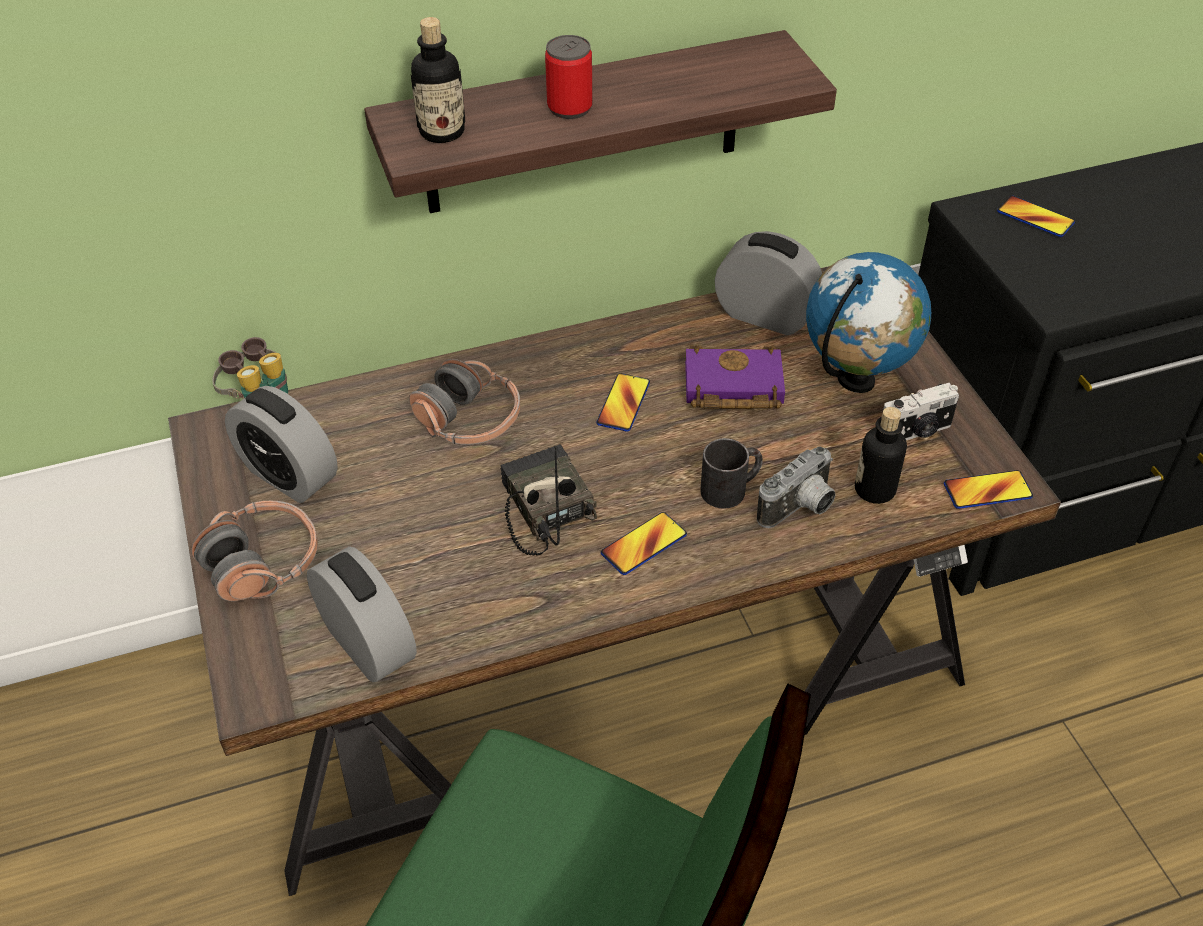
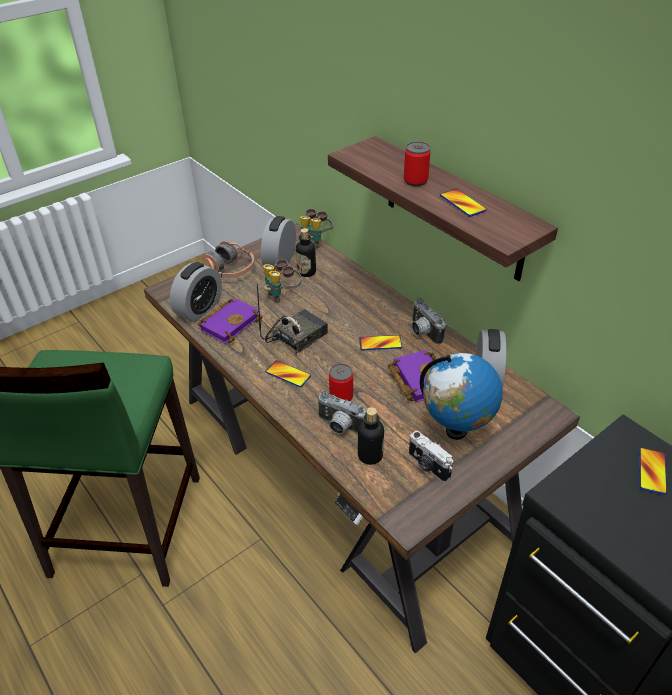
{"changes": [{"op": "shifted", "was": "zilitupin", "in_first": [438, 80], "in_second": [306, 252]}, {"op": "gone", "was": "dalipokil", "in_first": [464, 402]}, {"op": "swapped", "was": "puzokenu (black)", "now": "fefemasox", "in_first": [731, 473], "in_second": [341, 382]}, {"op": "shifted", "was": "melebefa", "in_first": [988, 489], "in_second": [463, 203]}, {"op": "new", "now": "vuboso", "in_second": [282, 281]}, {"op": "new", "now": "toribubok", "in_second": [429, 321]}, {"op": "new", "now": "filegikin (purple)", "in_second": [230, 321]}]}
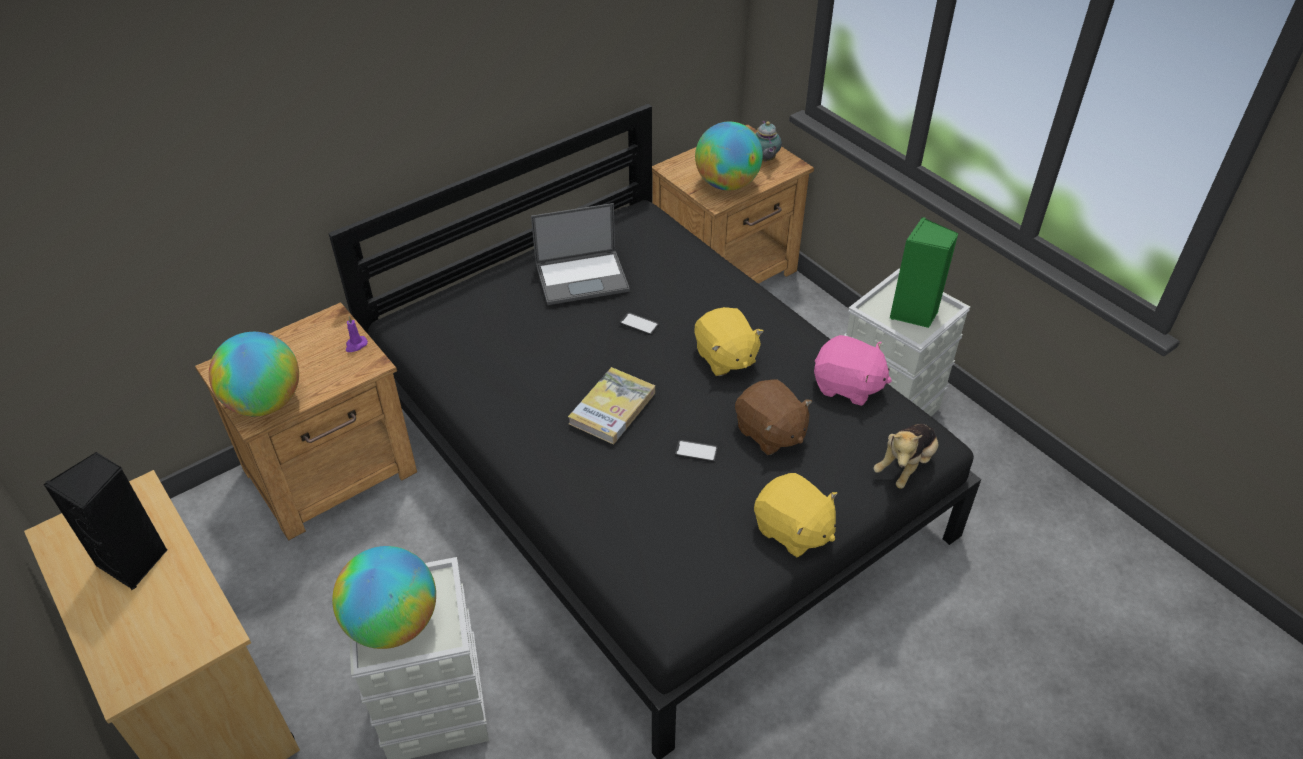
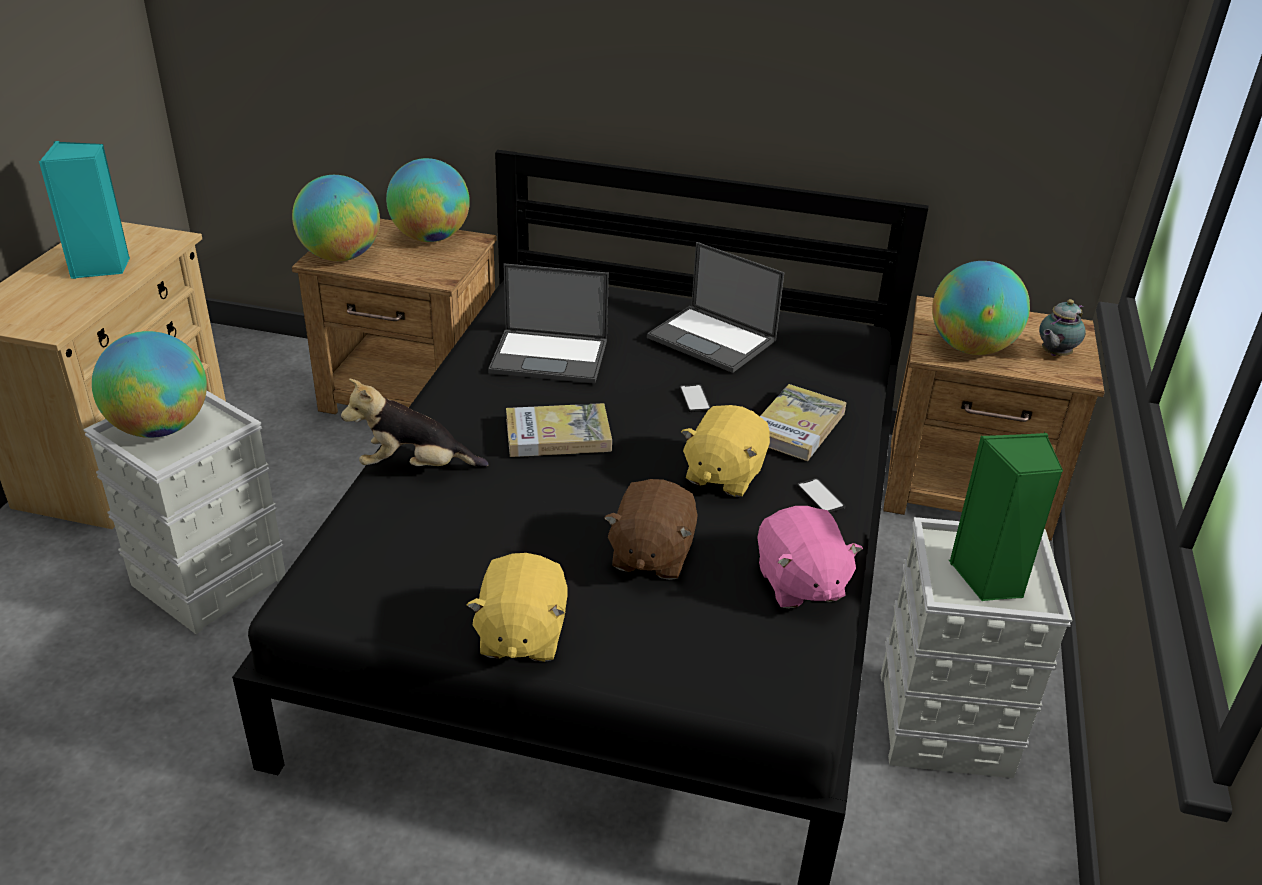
{"changes": [{"op": "gone", "was": "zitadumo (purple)", "in_first": [357, 334]}, {"op": "shifted", "was": "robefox", "in_first": [905, 456], "in_second": [415, 423]}, {"op": "shifted", "was": "melebefa", "in_first": [696, 451], "in_second": [821, 495]}, {"op": "repainted", "was": "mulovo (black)", "now": "mulovo (turquoise)", "in_first": [105, 521], "in_second": [84, 210]}, {"op": "new", "now": "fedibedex", "in_second": [428, 200]}, {"op": "new", "now": "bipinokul", "in_second": [548, 323]}, {"op": "new", "now": "filegikin", "in_second": [803, 422]}]}
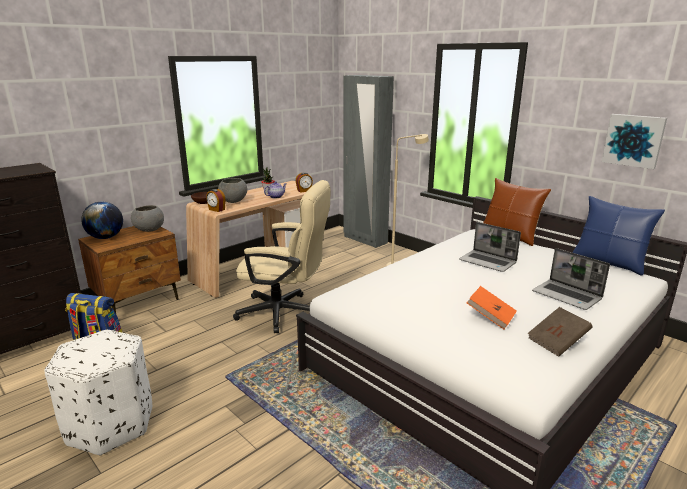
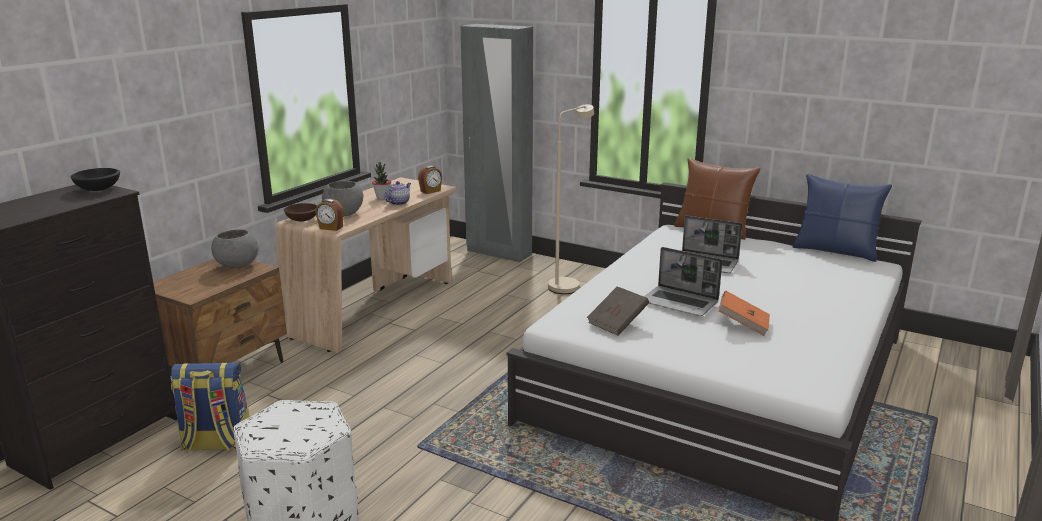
{"changes": [{"op": "gone", "was": "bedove", "in_first": [634, 141]}, {"op": "gone", "was": "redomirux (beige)", "in_first": [281, 256]}, {"op": "gone", "was": "fedibedex", "in_first": [102, 220]}, {"op": "shifted", "was": "bipinokul", "in_first": [571, 279], "in_second": [683, 281]}, {"op": "shifted", "was": "filegikin (brown)", "in_first": [560, 332], "in_second": [618, 311]}, {"op": "new", "now": "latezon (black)", "in_second": [95, 179]}]}
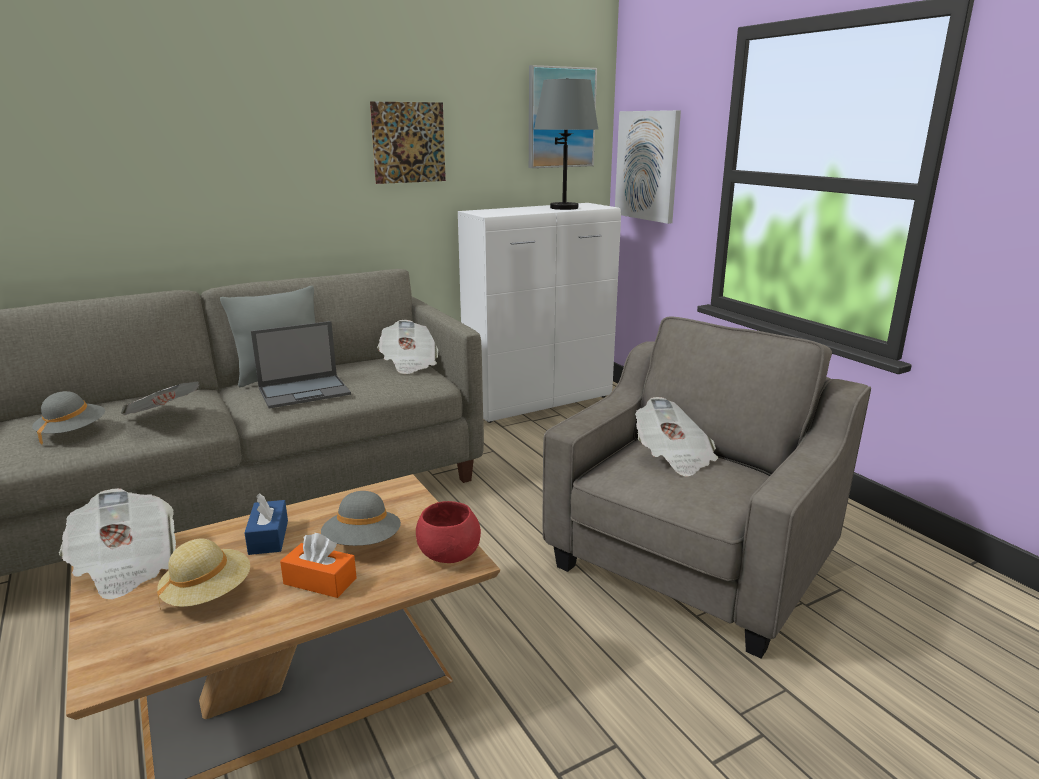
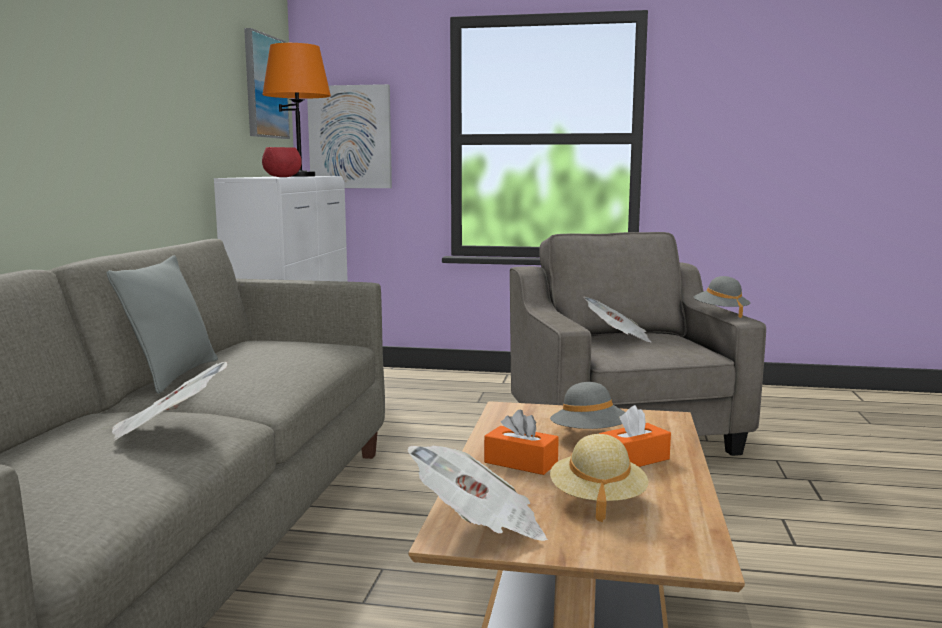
{"changes": [{"op": "repainted", "was": "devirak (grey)", "now": "devirak (orange)", "in_first": [566, 144], "in_second": [296, 110]}, {"op": "gone", "was": "bedove", "in_first": [408, 143]}, {"op": "gone", "was": "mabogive", "in_first": [408, 347]}, {"op": "gone", "was": "bipinokul", "in_first": [301, 364]}, {"op": "shifted", "was": "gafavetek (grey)", "in_first": [68, 418], "in_second": [722, 297]}, {"op": "repainted", "was": "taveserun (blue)", "now": "taveserun (orange)", "in_first": [266, 524], "in_second": [521, 442]}, {"op": "shifted", "was": "latezon (red)", "in_first": [448, 532], "in_second": [282, 162]}]}
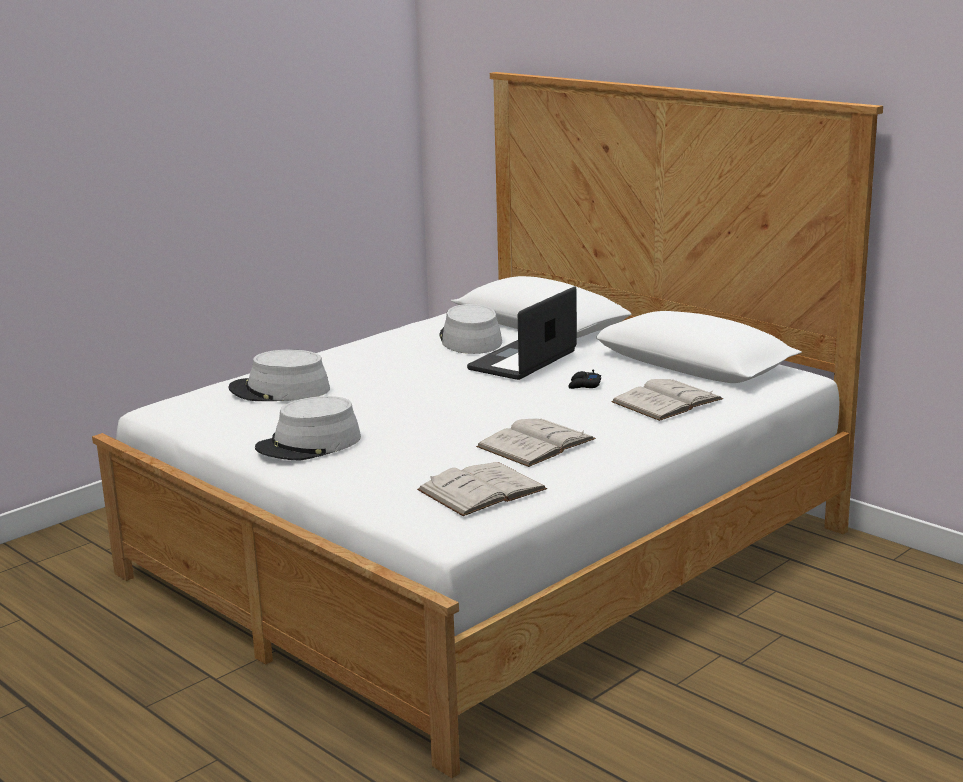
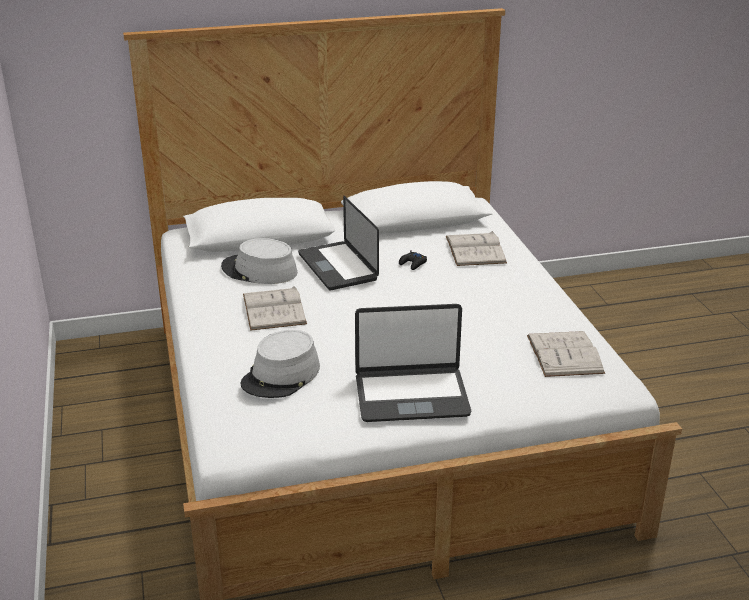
{"changes": [{"op": "swapped", "was": "gafavetek (grey)", "now": "bipinokul", "in_first": [308, 428], "in_second": [413, 363]}, {"op": "shifted", "was": "filegikin (white)", "in_first": [536, 443], "in_second": [275, 308]}]}
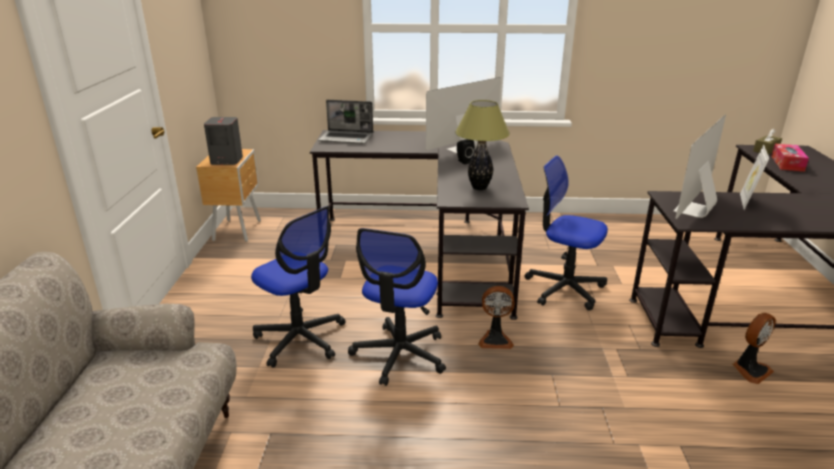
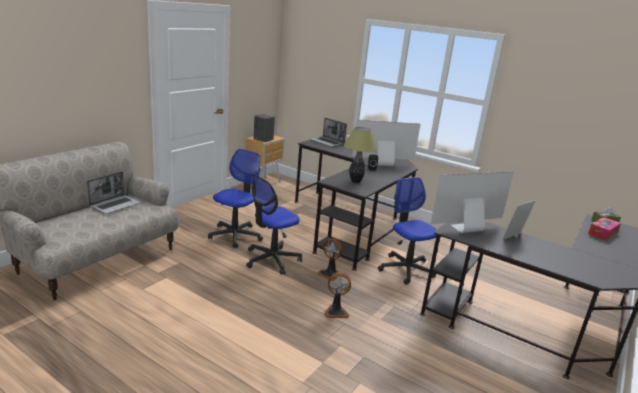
{"changes": [{"op": "rotated", "was": "redomirux", "in_first": [298, 287], "in_second": [235, 198], "clockwise": -135}, {"op": "shifted", "was": "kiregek", "in_first": [754, 348], "in_second": [337, 295]}, {"op": "new", "now": "bipinokul", "in_second": [114, 192]}]}
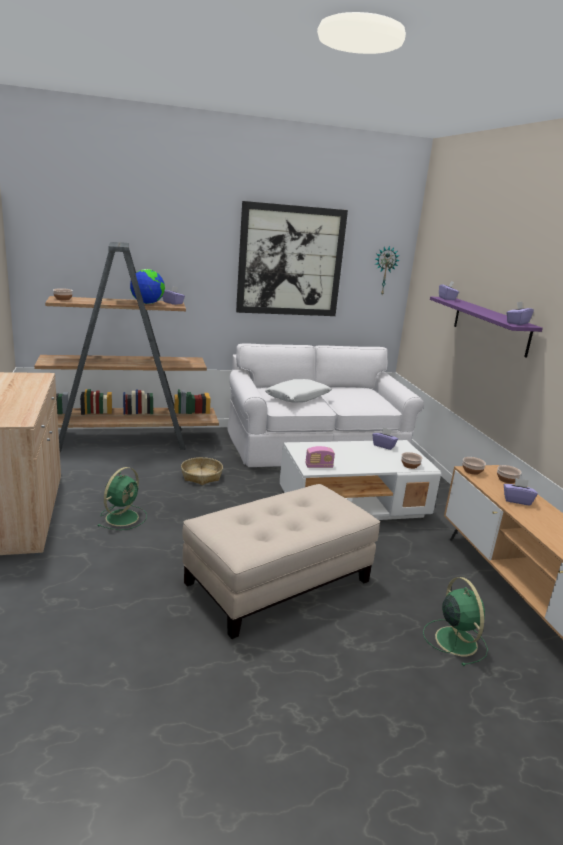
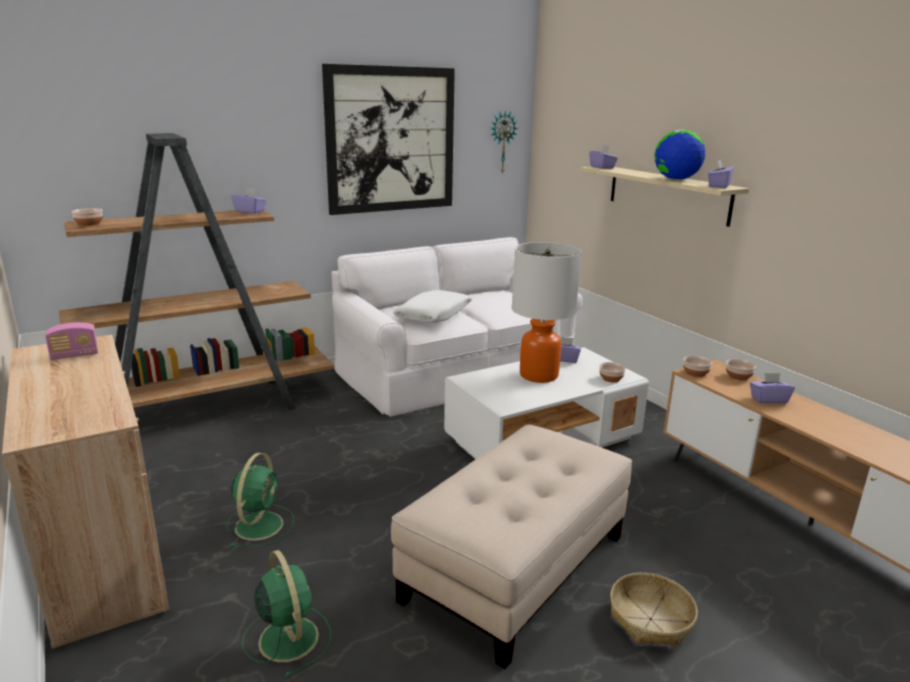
{"changes": [{"op": "shifted", "was": "fedibedex", "in_first": [147, 286], "in_second": [679, 154]}, {"op": "repainted", "was": "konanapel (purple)", "now": "konanapel (beige)", "in_first": [486, 327], "in_second": [664, 196]}, {"op": "shifted", "was": "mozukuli", "in_first": [320, 457], "in_second": [71, 341]}, {"op": "shifted", "was": "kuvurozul", "in_first": [202, 471], "in_second": [654, 610]}, {"op": "shifted", "was": "kiregek (green)", "in_first": [455, 621], "in_second": [286, 613]}, {"op": "new", "now": "devirak", "in_second": [546, 312]}]}
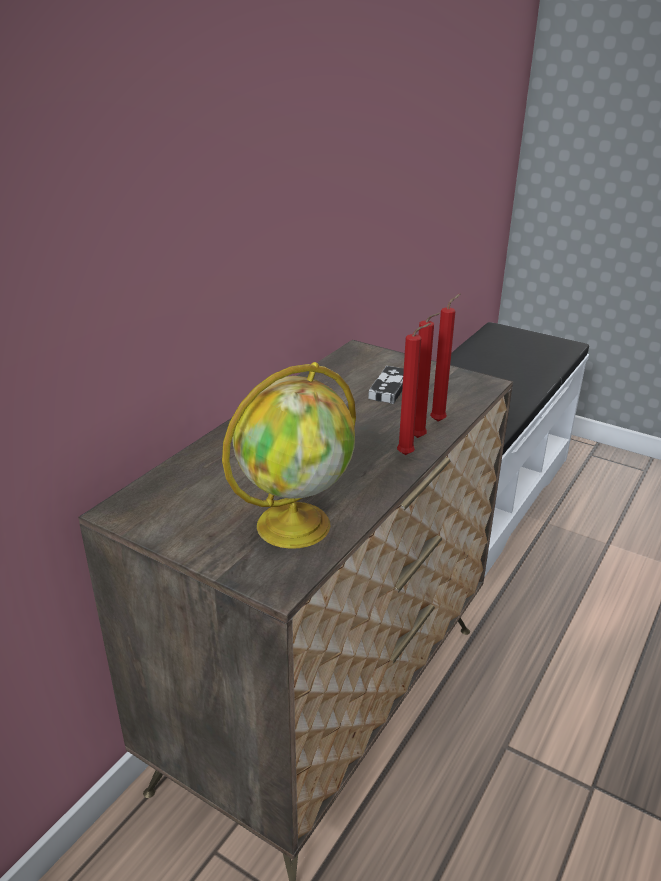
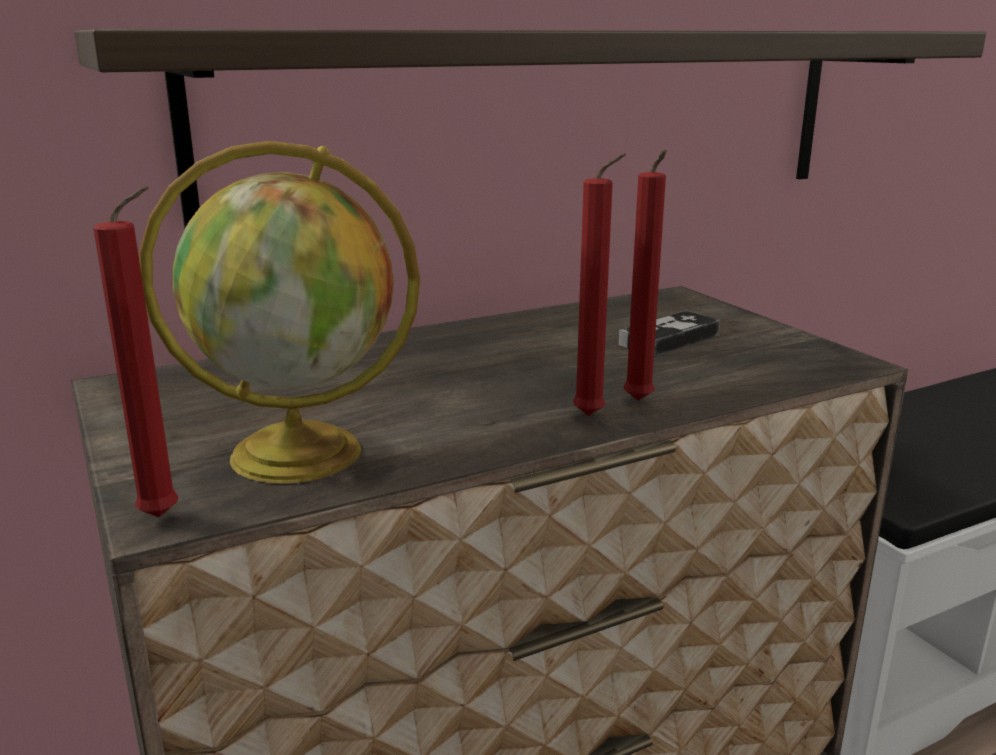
{"changes": [{"op": "shifted", "was": "zitadumo (red)", "in_first": [445, 357], "in_second": [135, 351]}, {"op": "new", "now": "konanapel", "in_second": [530, 129]}]}
